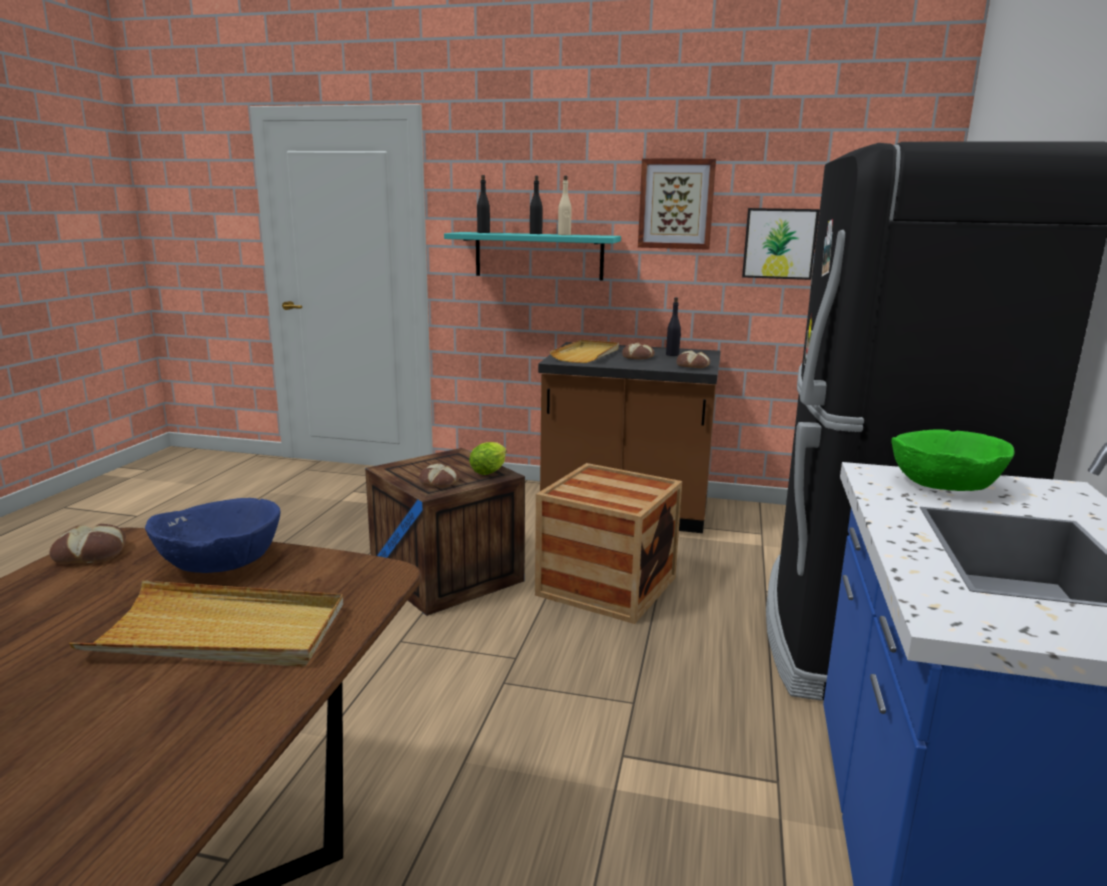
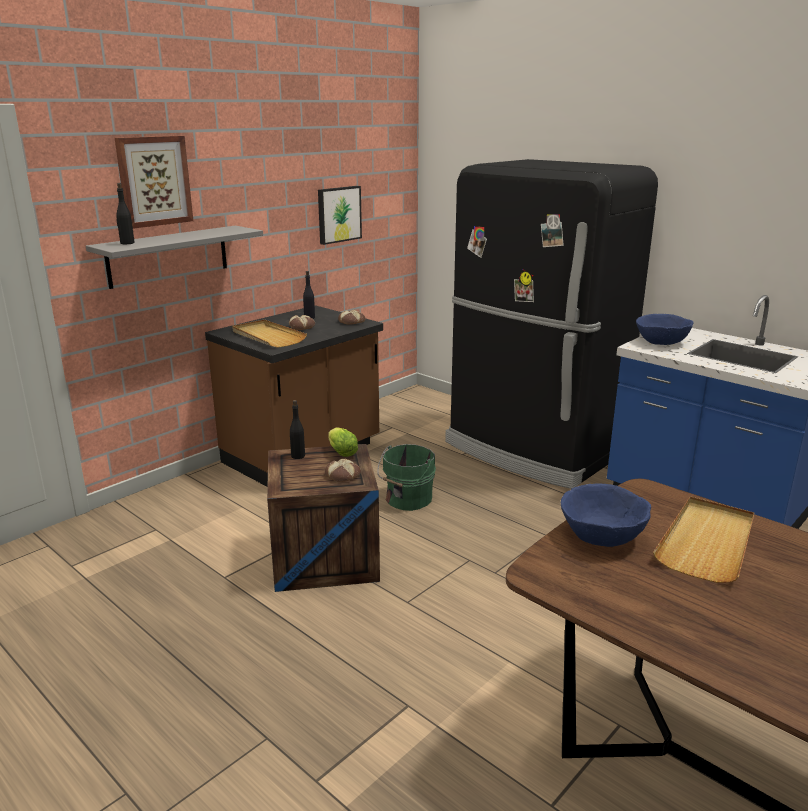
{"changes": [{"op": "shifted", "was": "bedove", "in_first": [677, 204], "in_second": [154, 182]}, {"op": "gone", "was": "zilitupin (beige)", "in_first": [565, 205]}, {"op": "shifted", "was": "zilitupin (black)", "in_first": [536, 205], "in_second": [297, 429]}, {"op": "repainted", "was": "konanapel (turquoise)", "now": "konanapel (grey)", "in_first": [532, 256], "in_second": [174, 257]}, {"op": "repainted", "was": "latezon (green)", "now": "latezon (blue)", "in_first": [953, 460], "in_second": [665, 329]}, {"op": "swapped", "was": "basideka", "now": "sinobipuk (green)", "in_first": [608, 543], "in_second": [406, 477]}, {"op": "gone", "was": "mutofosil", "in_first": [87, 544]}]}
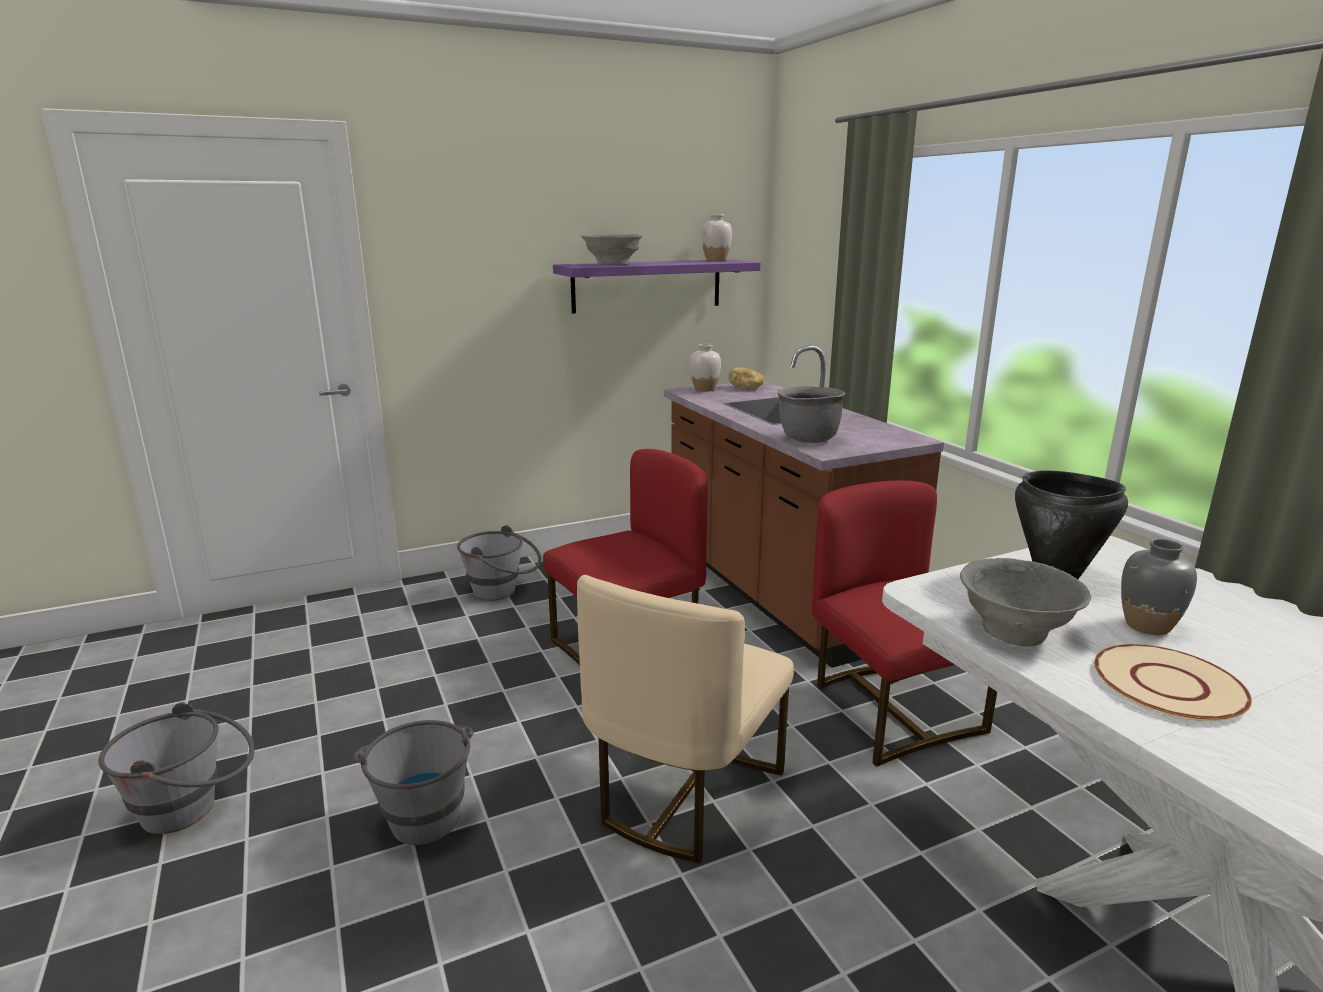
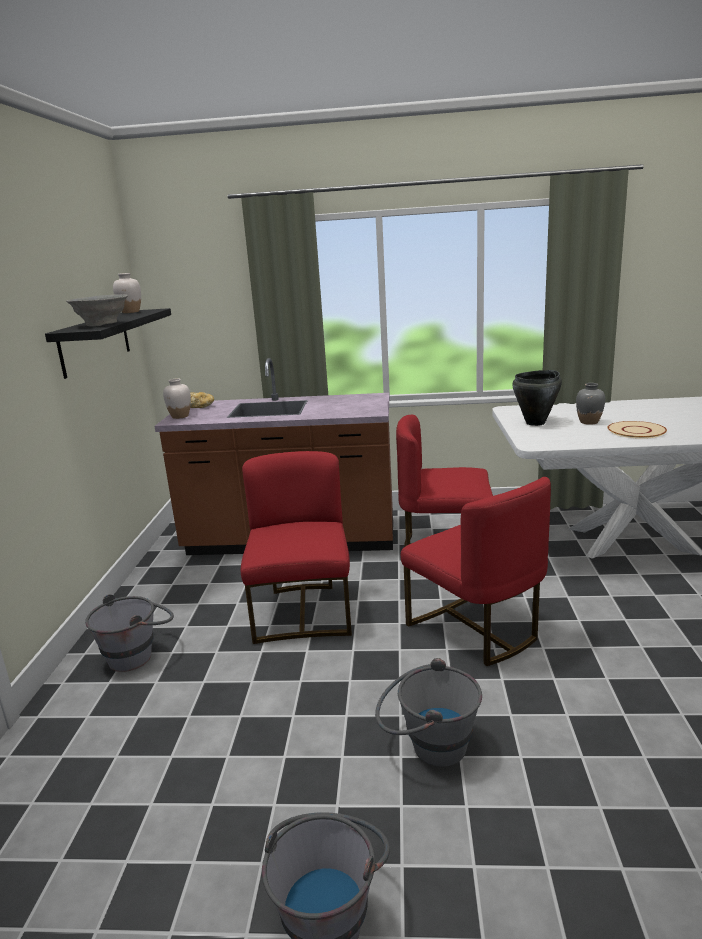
{"changes": [{"op": "repainted", "was": "konanapel (purple)", "now": "konanapel (black)", "in_first": [657, 286], "in_second": [108, 343]}, {"op": "gone", "was": "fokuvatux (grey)", "in_first": [811, 414]}, {"op": "gone", "was": "latezon (grey)", "in_first": [1025, 602]}, {"op": "repainted", "was": "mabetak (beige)", "now": "mabetak (red)", "in_first": [685, 719], "in_second": [476, 571]}]}
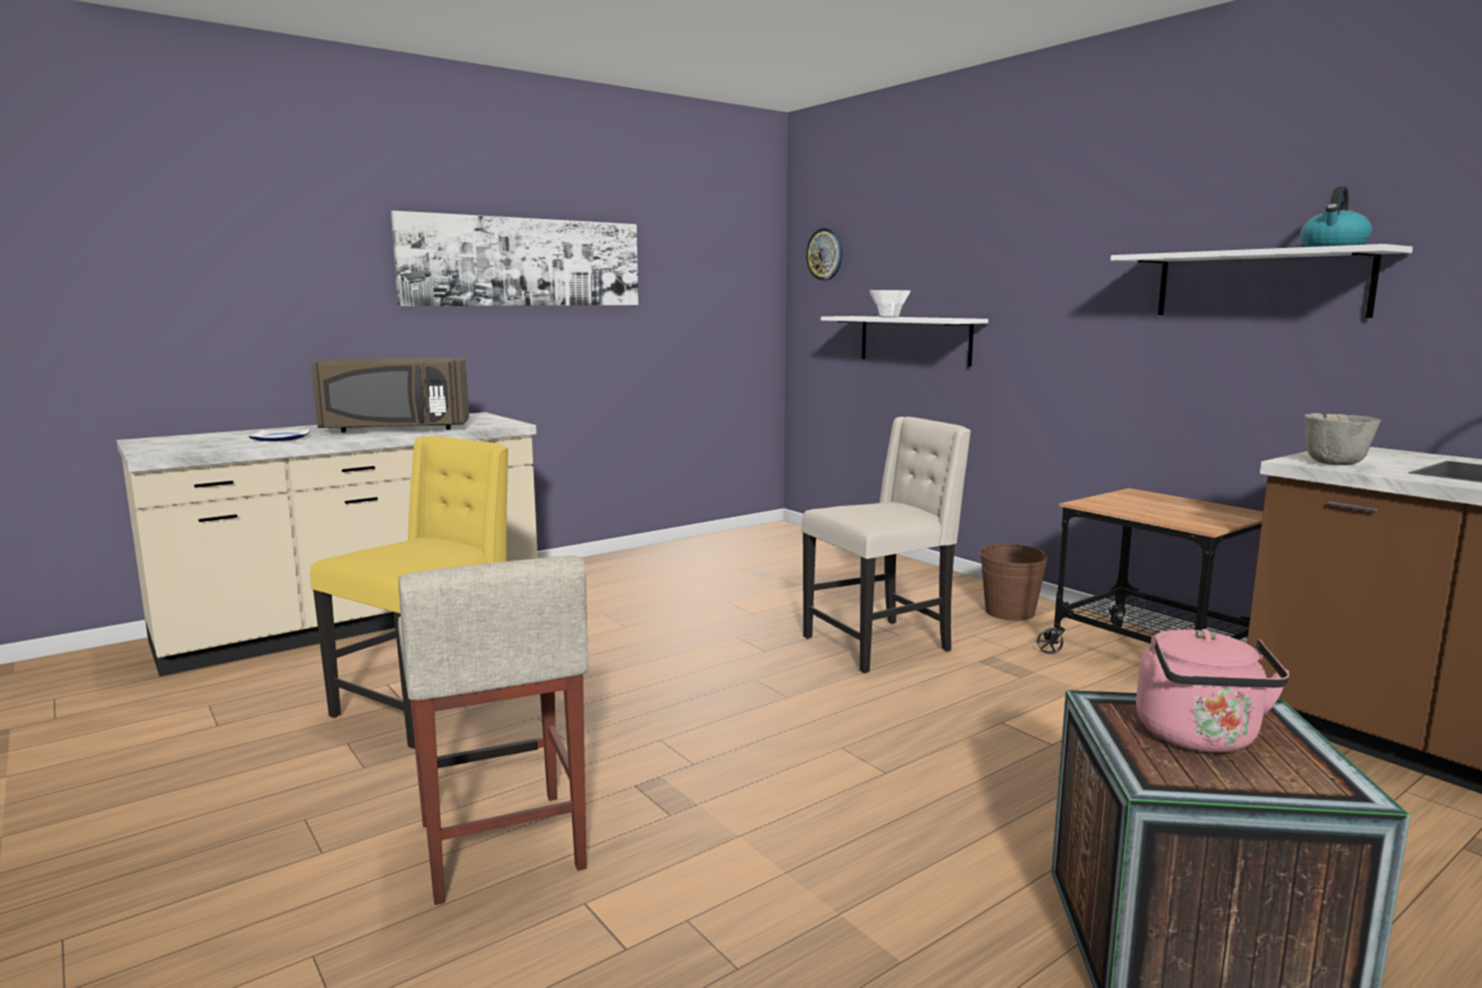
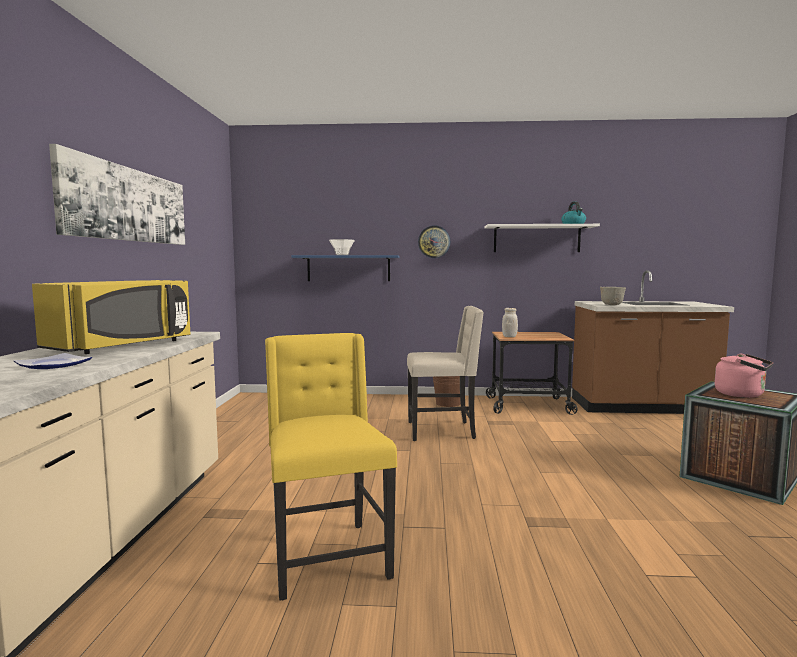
{"changes": [{"op": "shifted", "was": "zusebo", "in_first": [824, 254], "in_second": [434, 241]}, {"op": "repainted", "was": "konanapel (white)", "now": "konanapel (blue)", "in_first": [904, 341], "in_second": [345, 268]}, {"op": "repainted", "was": "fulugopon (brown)", "now": "fulugopon (yellow)", "in_first": [390, 395], "in_second": [111, 317]}, {"op": "rotated", "was": "mabetak (beige)", "in_first": [886, 545], "in_second": [445, 373], "clockwise": 75}, {"op": "gone", "was": "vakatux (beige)", "in_first": [493, 730]}, {"op": "new", "now": "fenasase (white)", "in_second": [510, 322]}]}
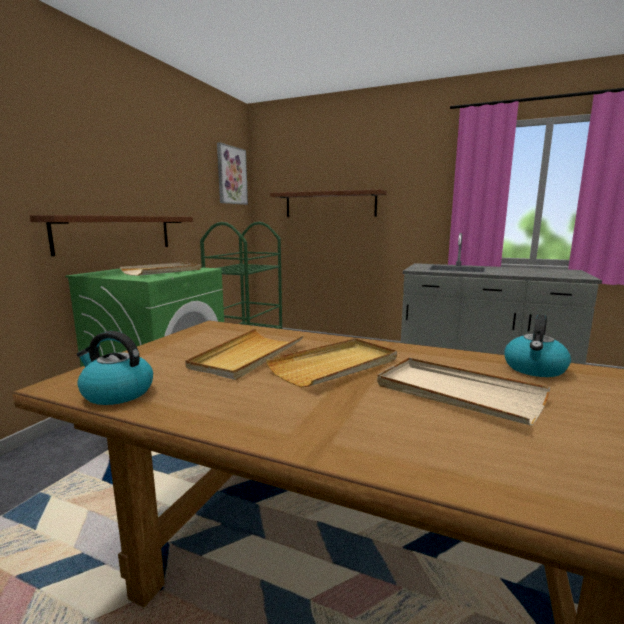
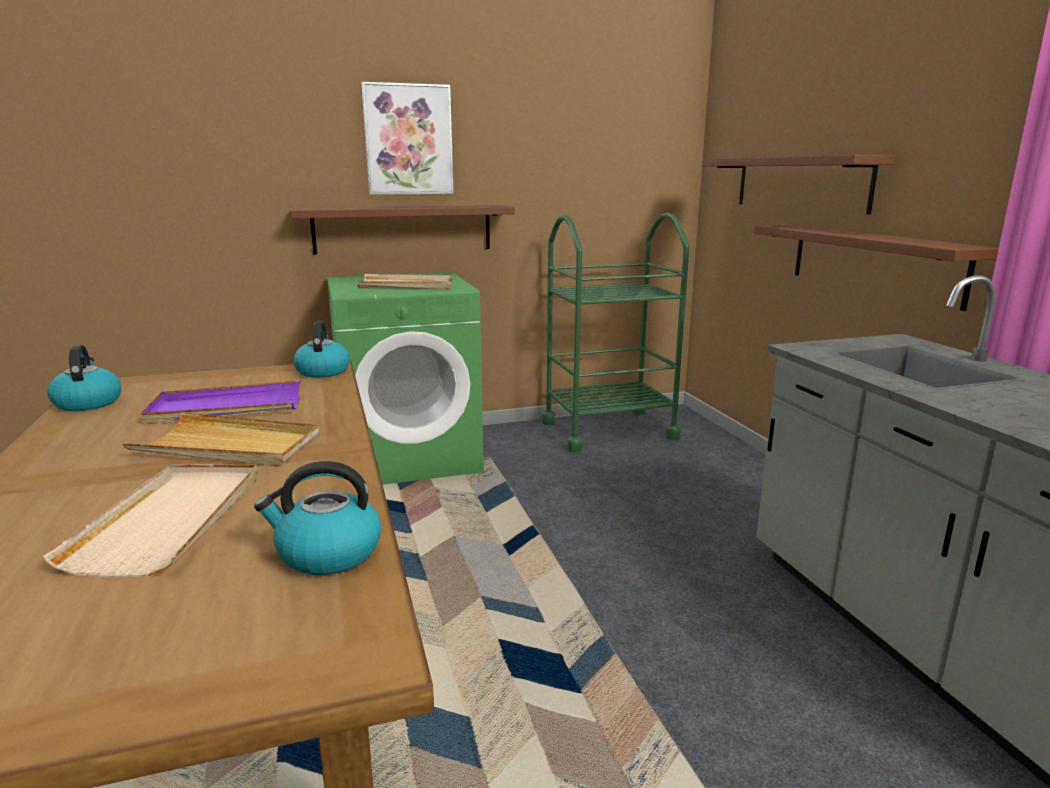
{"changes": [{"op": "shifted", "was": "bedove", "in_first": [232, 173], "in_second": [407, 138]}, {"op": "repainted", "was": "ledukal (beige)", "now": "ledukal (purple)", "in_first": [244, 354], "in_second": [221, 402]}, {"op": "new", "now": "konanapel (brown)", "in_second": [876, 268]}, {"op": "new", "now": "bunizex", "in_second": [322, 349]}]}
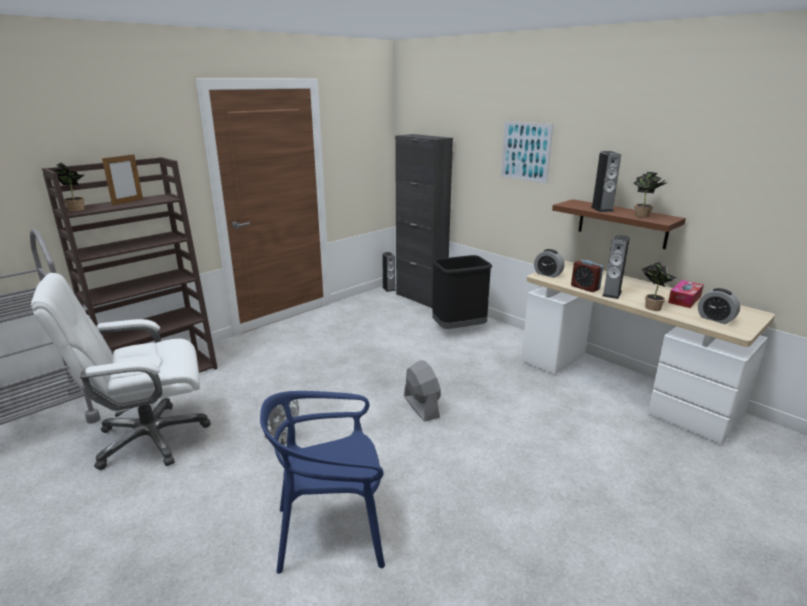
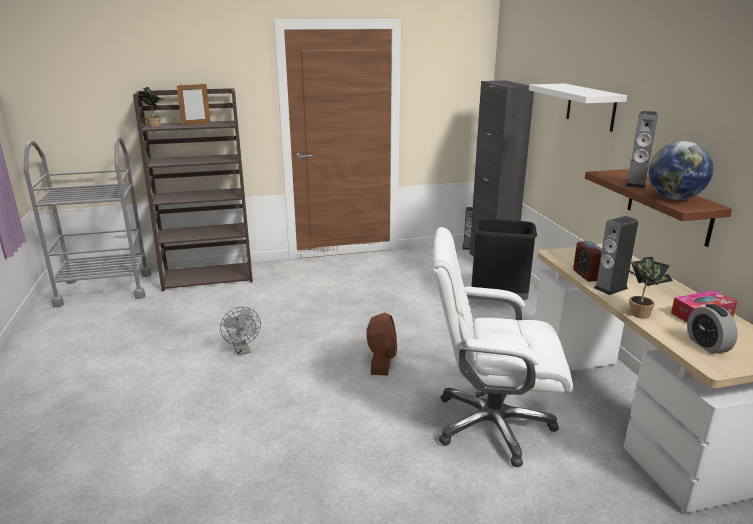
{"changes": [{"op": "swapped", "was": "bedove", "now": "konanapel (white)", "in_first": [527, 152], "in_second": [578, 107]}, {"op": "swapped", "was": "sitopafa", "now": "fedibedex", "in_first": [650, 195], "in_second": [681, 170]}, {"op": "gone", "was": "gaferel", "in_first": [549, 263]}, {"op": "shifted", "was": "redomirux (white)", "in_first": [121, 371], "in_second": [503, 347]}, {"op": "repainted", "was": "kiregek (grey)", "now": "kiregek (brown)", "in_first": [422, 391], "in_second": [381, 344]}, {"op": "gone", "was": "mabetak (blue)", "in_first": [322, 482]}]}
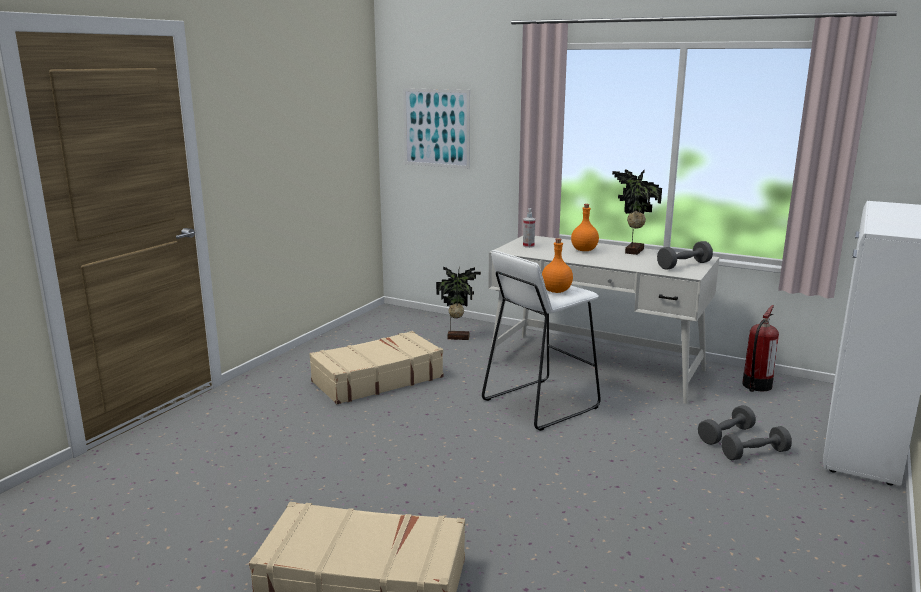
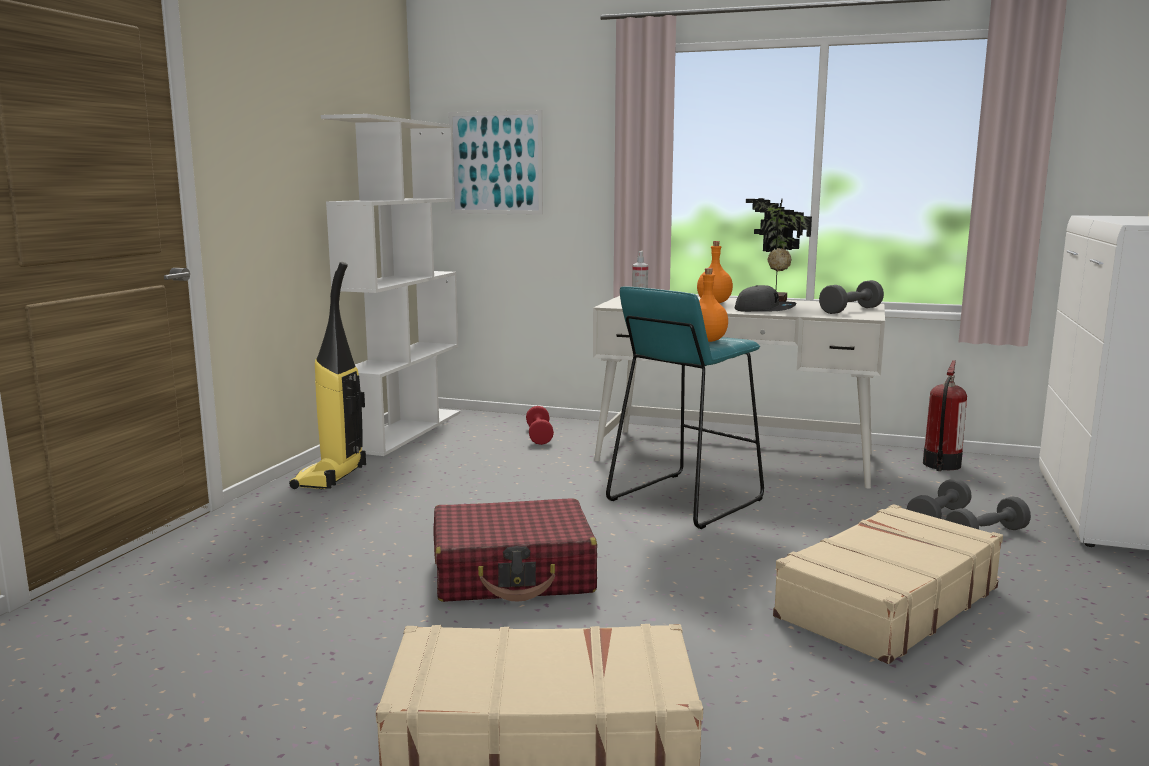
{"changes": [{"op": "repainted", "was": "vakatux (white)", "now": "vakatux (turquoise)", "in_first": [541, 340], "in_second": [685, 407]}, {"op": "swapped", "was": "sitopafa", "now": "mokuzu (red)", "in_first": [458, 303], "in_second": [540, 425]}, {"op": "shifted", "was": "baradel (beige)", "in_first": [376, 367], "in_second": [888, 584]}, {"op": "new", "now": "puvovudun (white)", "in_second": [390, 285]}, {"op": "new", "now": "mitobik", "in_second": [327, 376]}, {"op": "new", "now": "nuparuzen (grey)", "in_second": [765, 298]}, {"op": "new", "now": "baradel (red)", "in_second": [515, 550]}]}
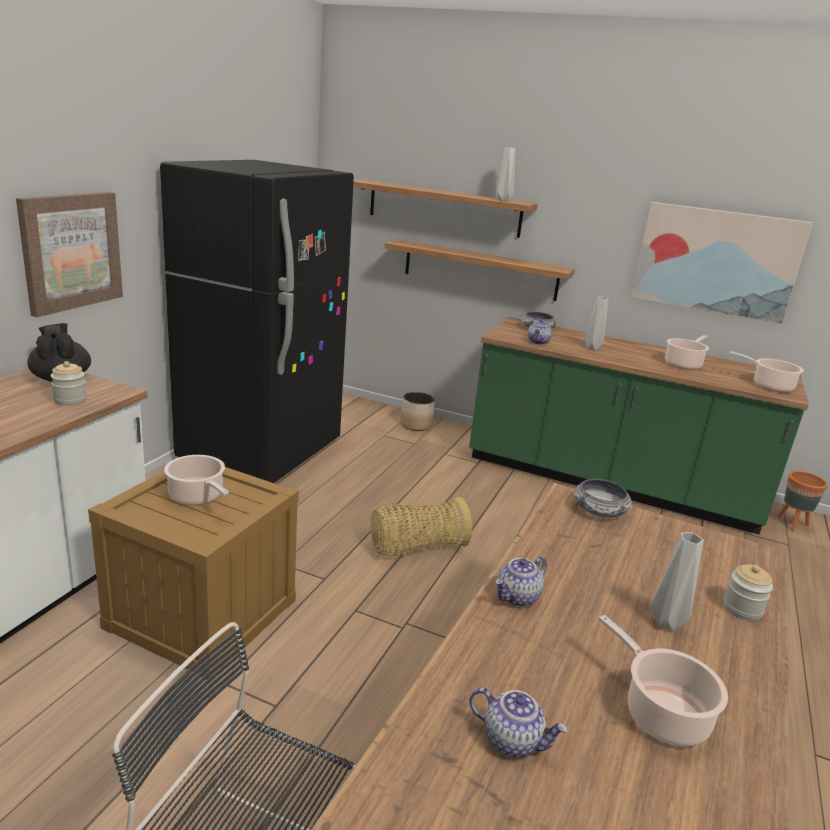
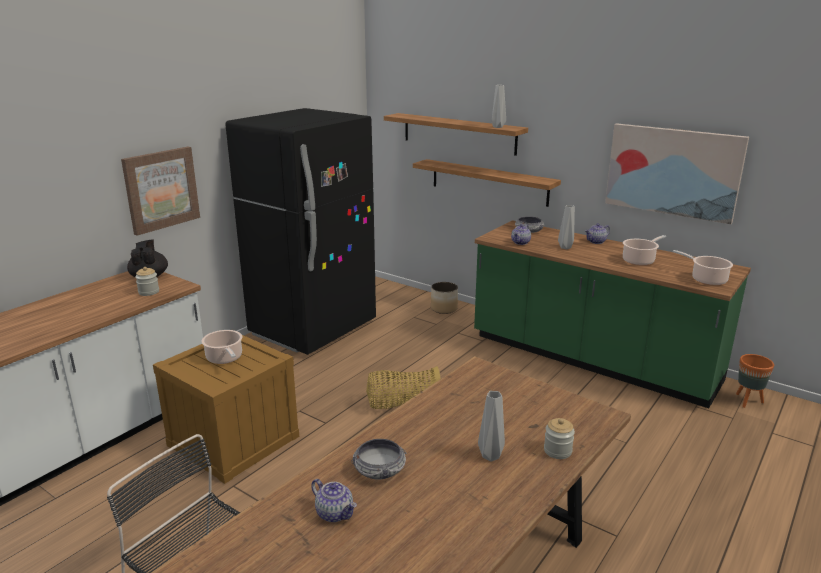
{"changes": [{"op": "shifted", "was": "latezon", "in_first": [603, 498], "in_second": [379, 459]}, {"op": "shifted", "was": "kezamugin", "in_first": [521, 581], "in_second": [597, 233]}, {"op": "gone", "was": "fokuvatux", "in_first": [663, 680]}]}
